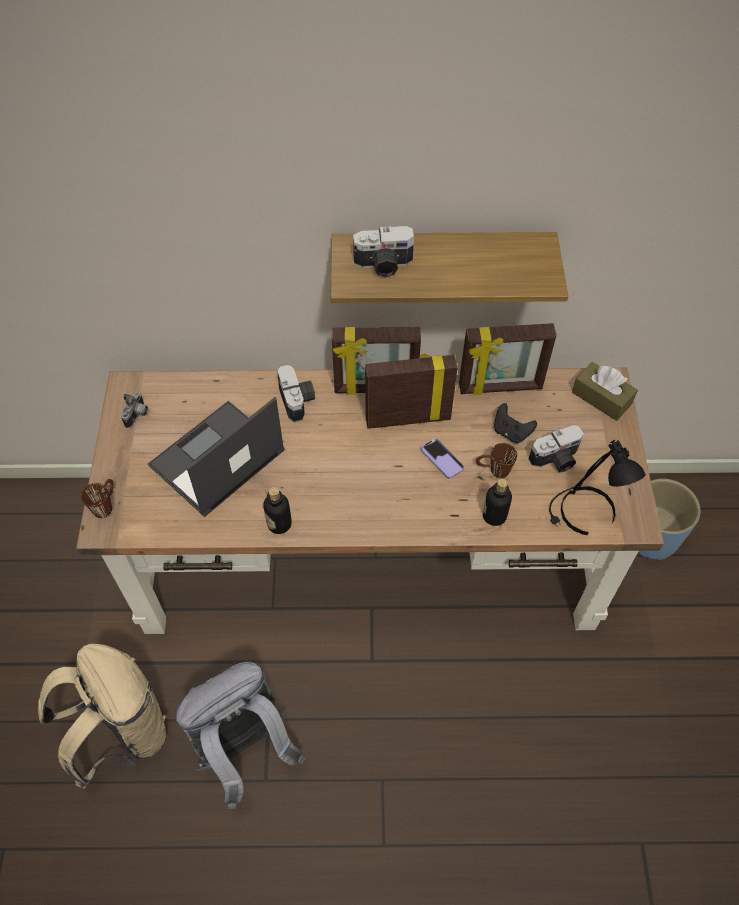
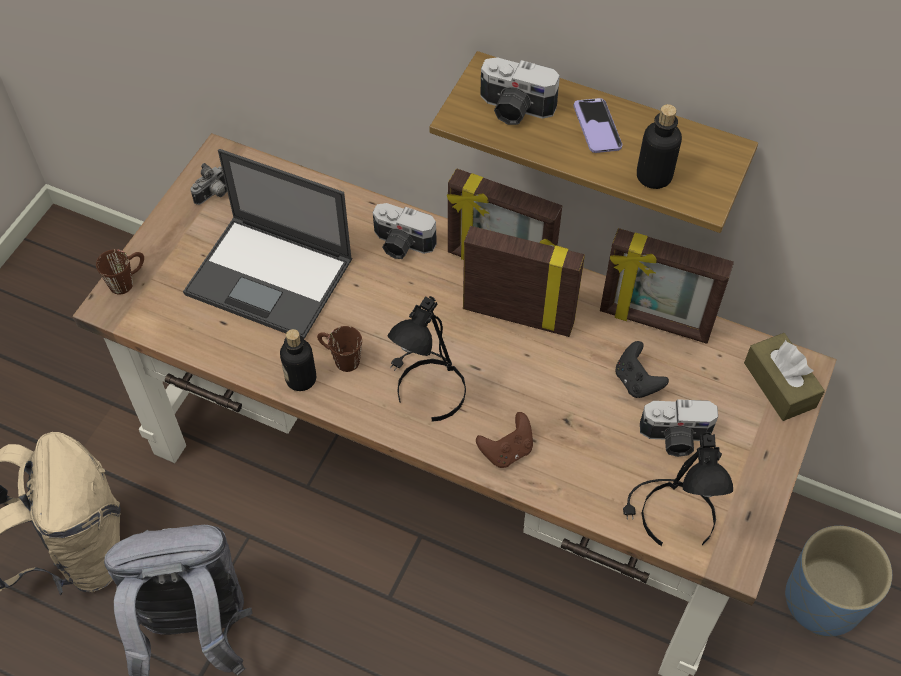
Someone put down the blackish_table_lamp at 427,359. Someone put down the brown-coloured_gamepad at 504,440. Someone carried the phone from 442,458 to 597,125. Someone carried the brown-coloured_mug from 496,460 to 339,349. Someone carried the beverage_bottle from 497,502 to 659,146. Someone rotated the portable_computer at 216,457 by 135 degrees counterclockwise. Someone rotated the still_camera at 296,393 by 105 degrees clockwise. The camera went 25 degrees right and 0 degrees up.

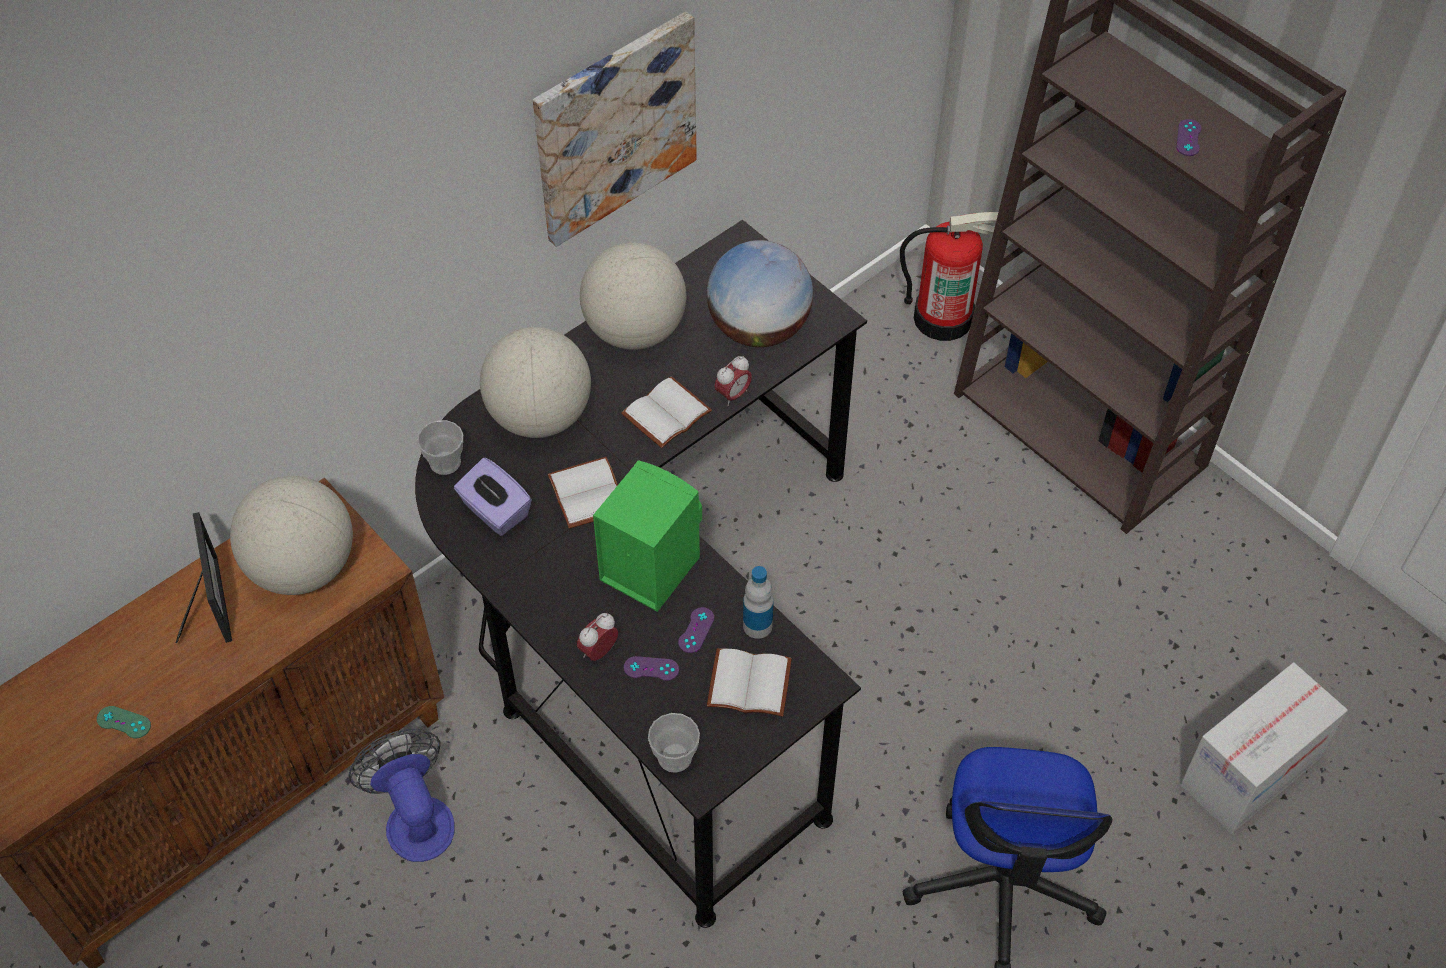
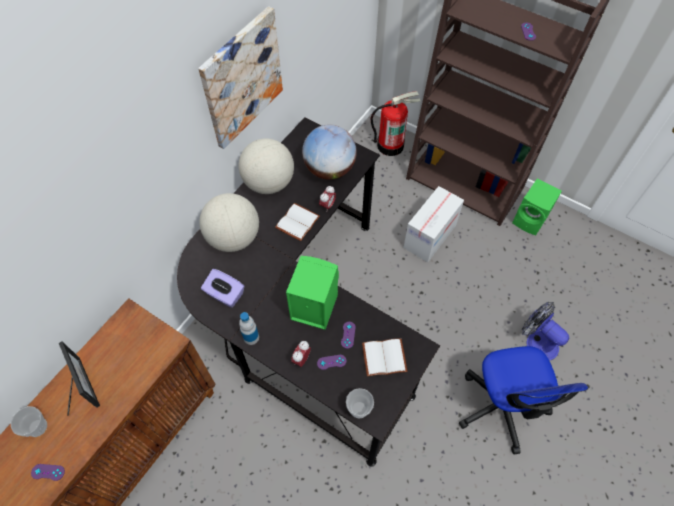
Someone took away the globe at 291,535. Someone took away the white-coloured_book at 583,493. Someone put down the green_loudspeaker at 537,207. Someone carried the fan from 401,795 to 545,331. Someone carried the small_cup from 440,447 to 29,421. Someone carried the beverage_bottle from 758,602 to 249,328. Someone carried the carton from 1264,748 to 433,224. Someone repainted the green_gamepad at 124,722, which became the purple_gamepad at 48,472. The camera went 15 degrees left and 5 degrees up.

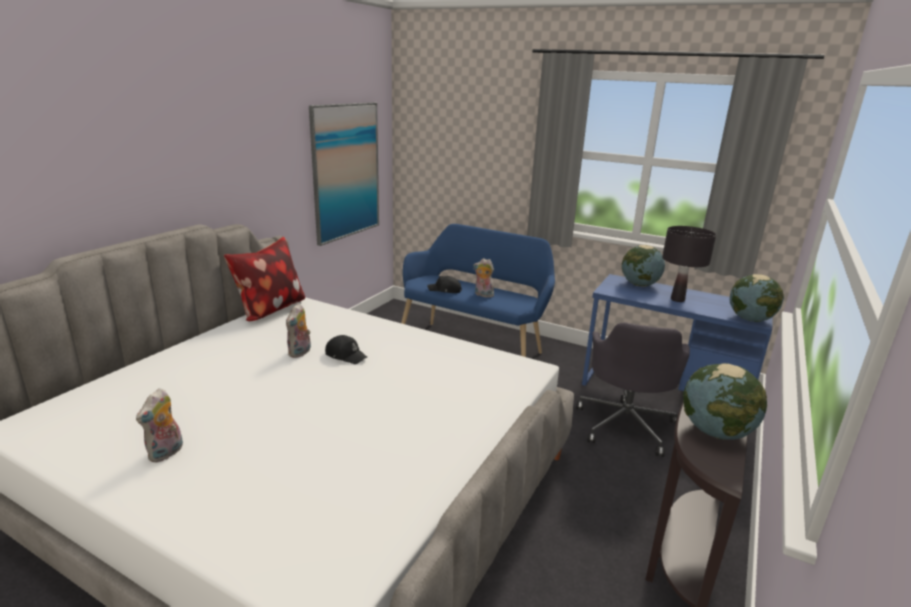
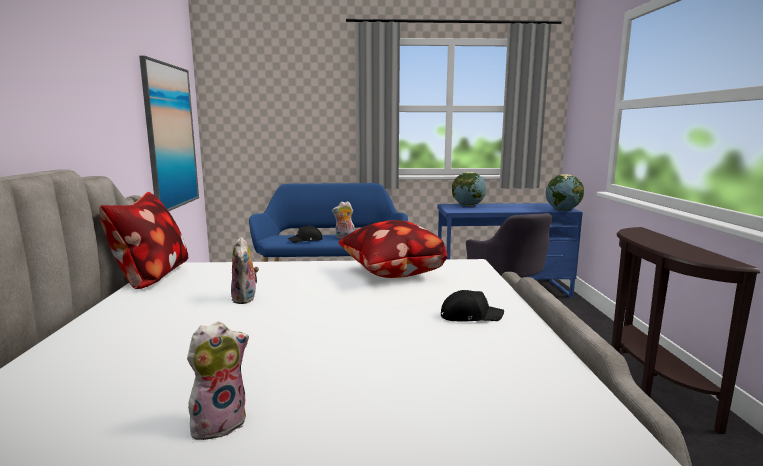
Someone took away the blackish_table_lamp at 689,264. Someone took away the globe at 725,401. Someone put down the cushion at 392,249. Someone carried the blackish_cap from 346,349 to 472,305. Someone rotated the soft_toy at 159,425 by 120 degrees counterclockwise. The camera went 30 degrees left and 10 degrees down.

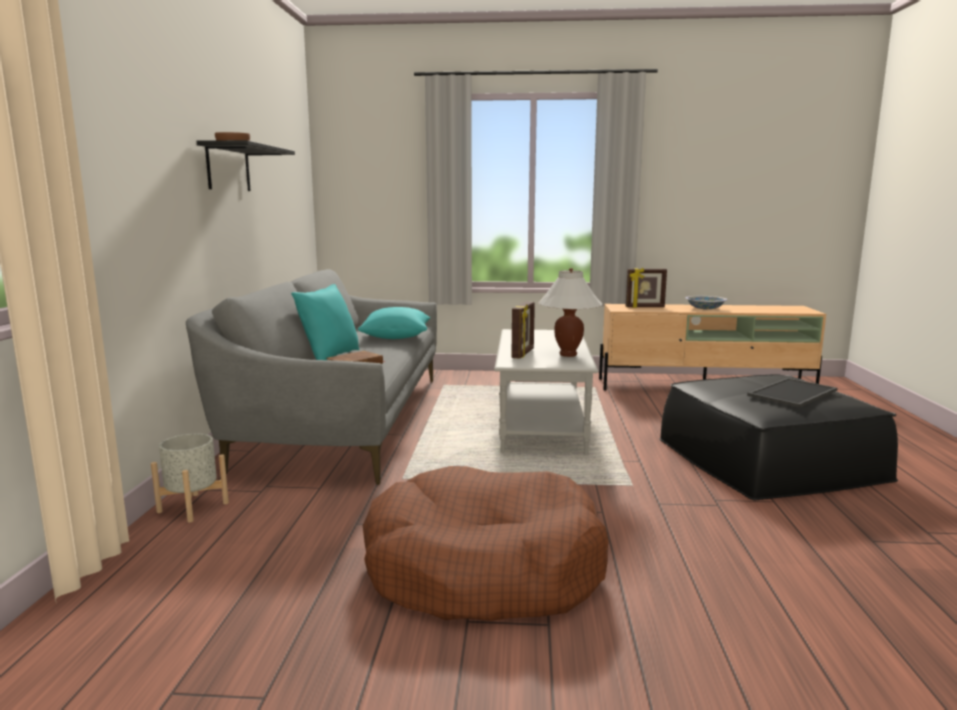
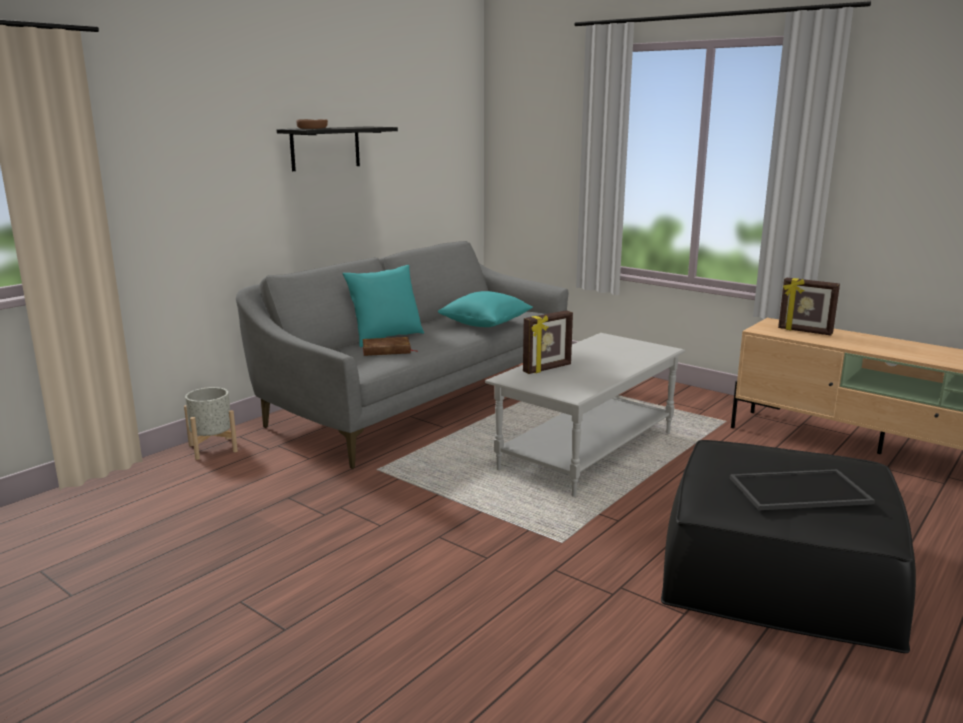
Someone took away the brown-coloured_dog_cushion at 486,543. Someone took away the white-coloured_table_lamp at 570,312. Someone took away the bowl at 706,303. The camera went 35 degrees right and 5 degrees up.

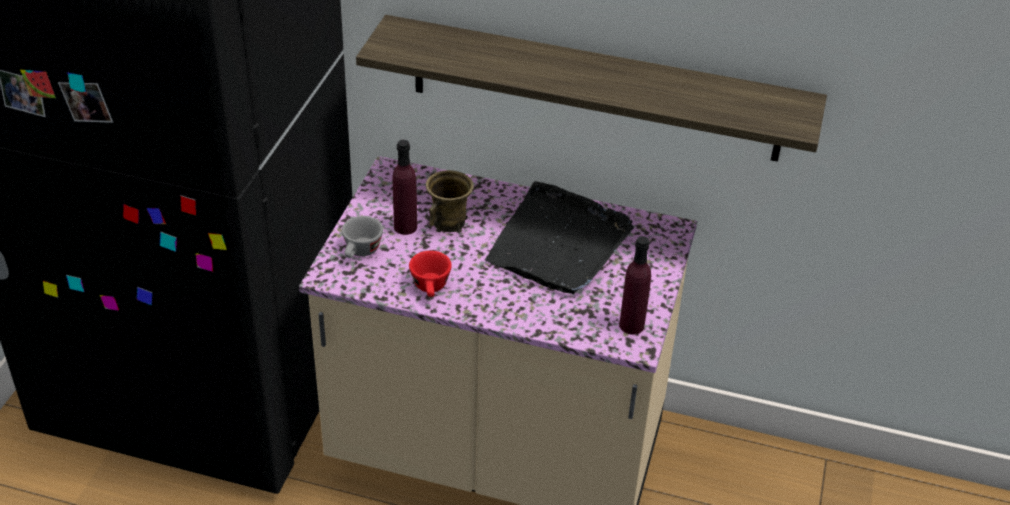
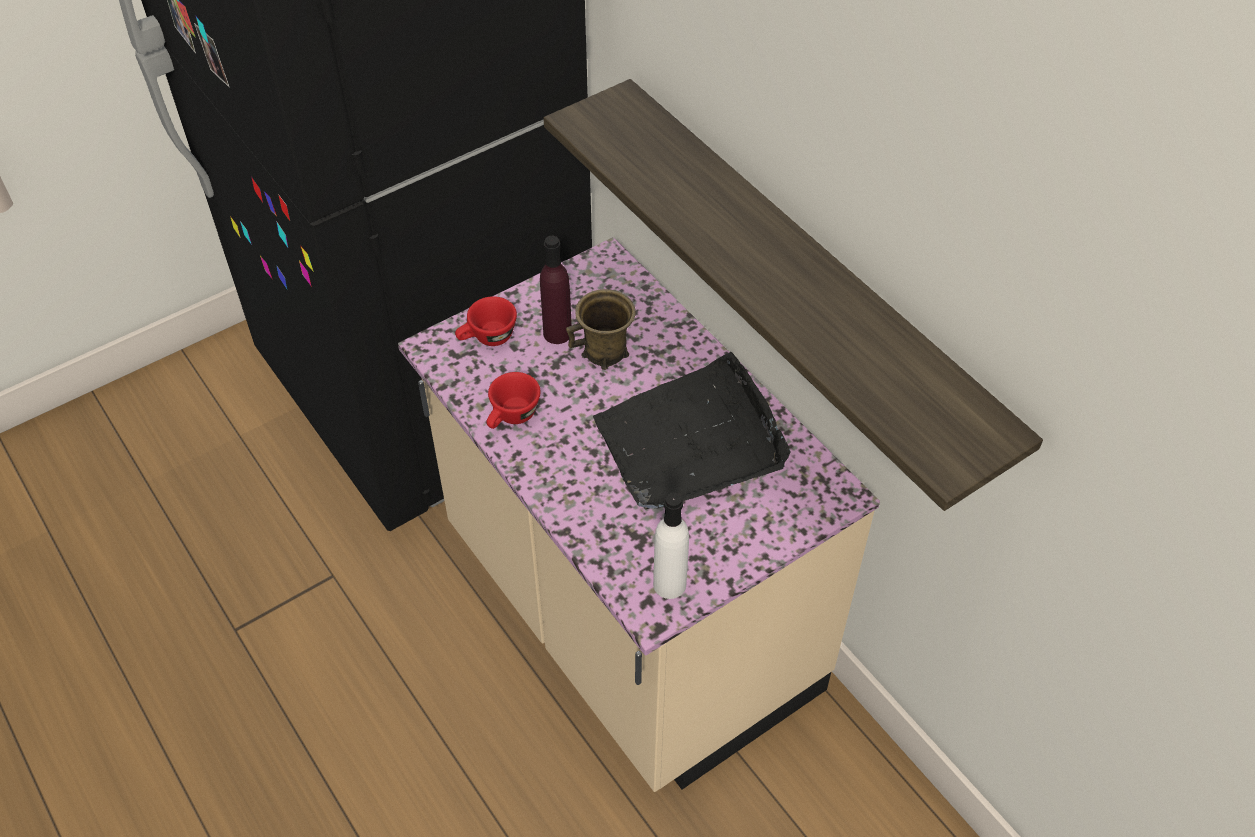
Someone repainted the grey_small_cup at 362,237, which became the red-coloured_small_cup at 486,321. Someone repainted the purple_beverage_bottle at 635,285, which became the white-coloured_beverage_bottle at 671,545. The camera went 40 degrees right and 10 degrees up.

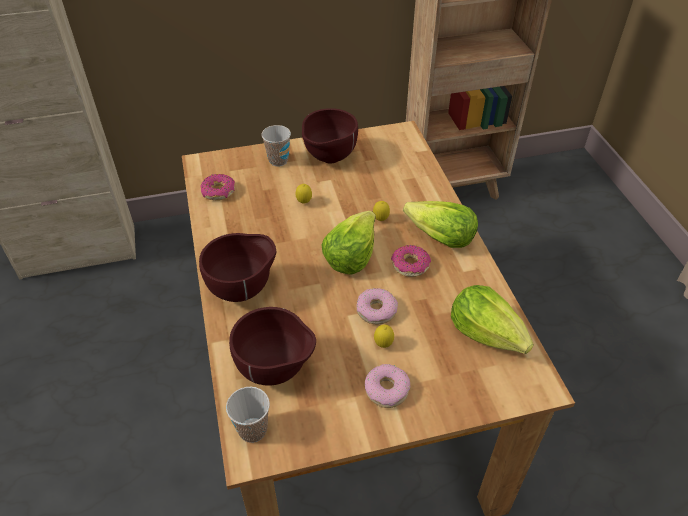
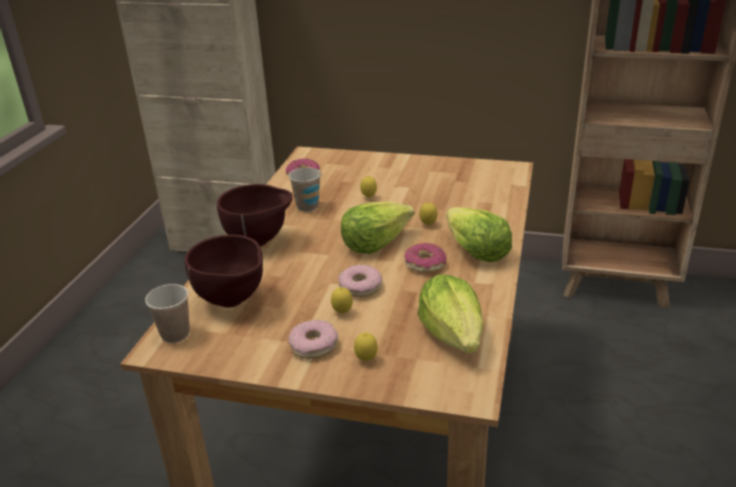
Someone took away the brown-coloured_bowl at 330,136. Someone put down the whole_lemon at 366,347. Someone carried the small_cup from 276,146 to 305,189. The camera went 30 degrees right and 15 degrees down.

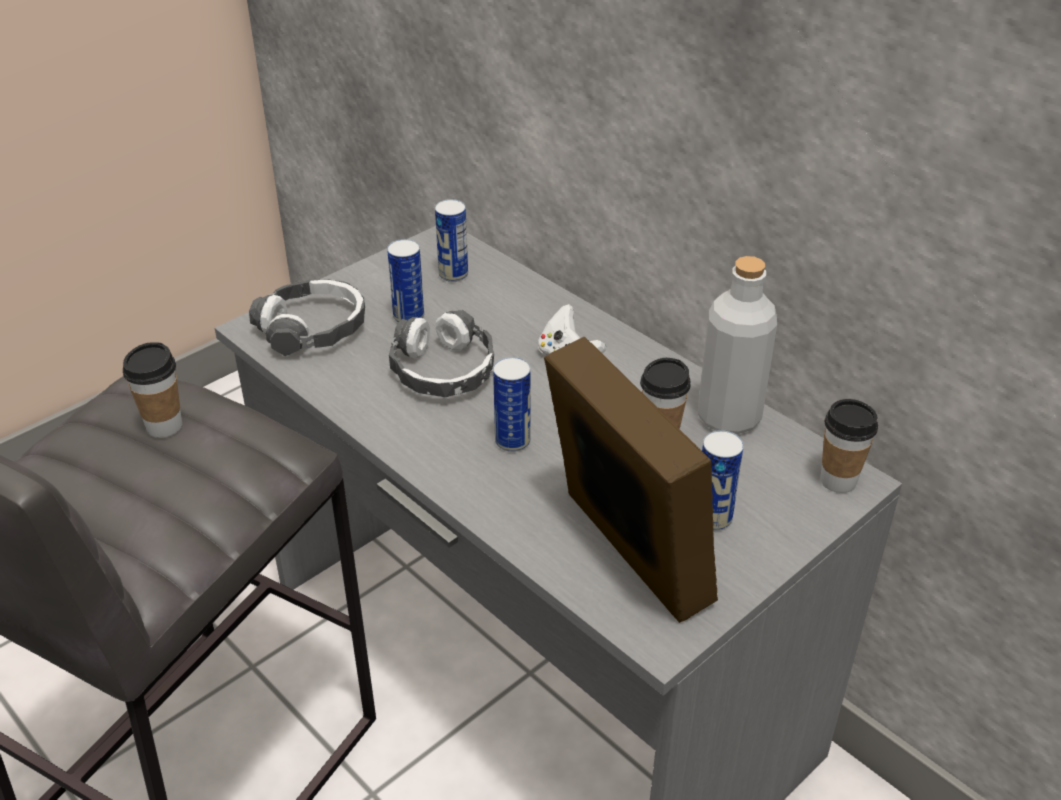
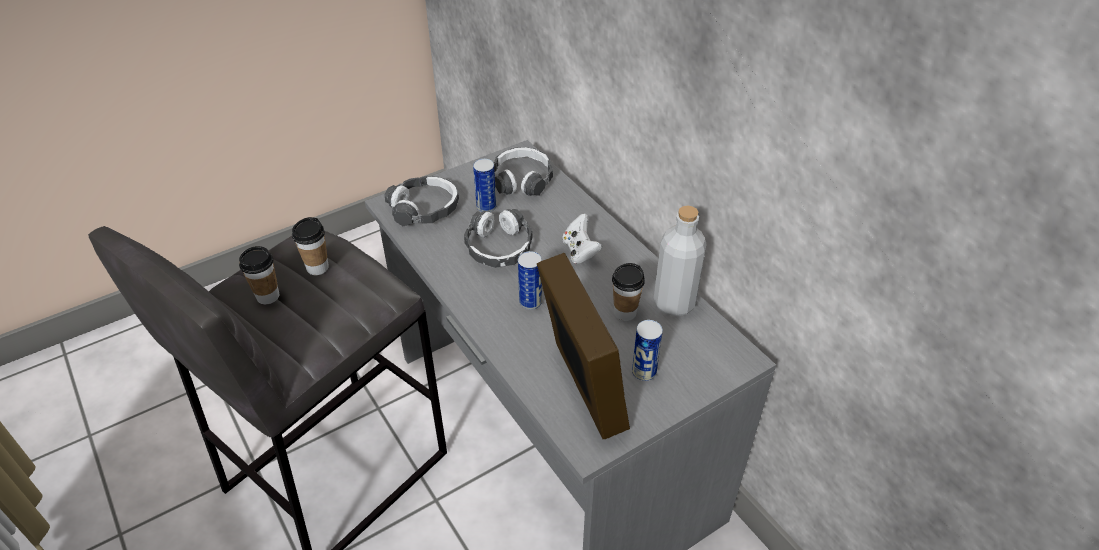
Someone carried the small_cup from 849,446 to 259,275. Someone swapped the sealed_can at 451,240 for the headset at 523,171. The camera went 10 degrees right and 5 degrees up.

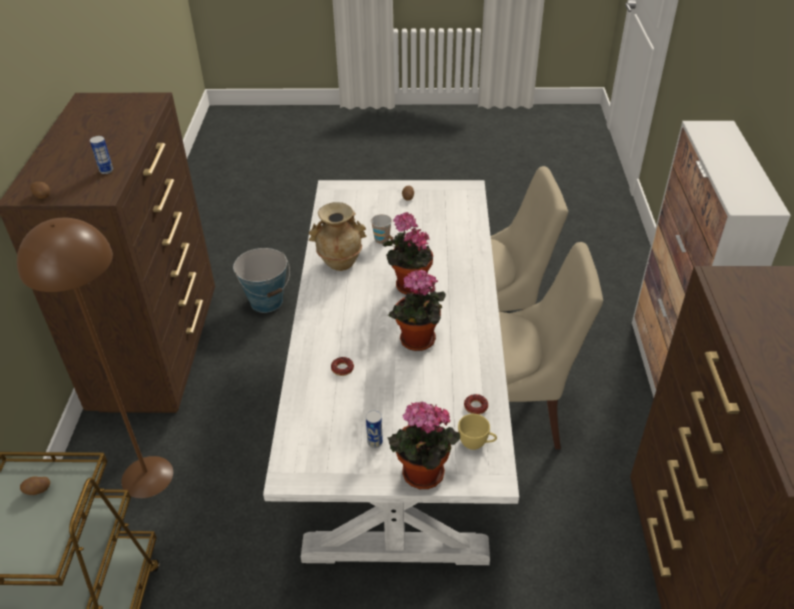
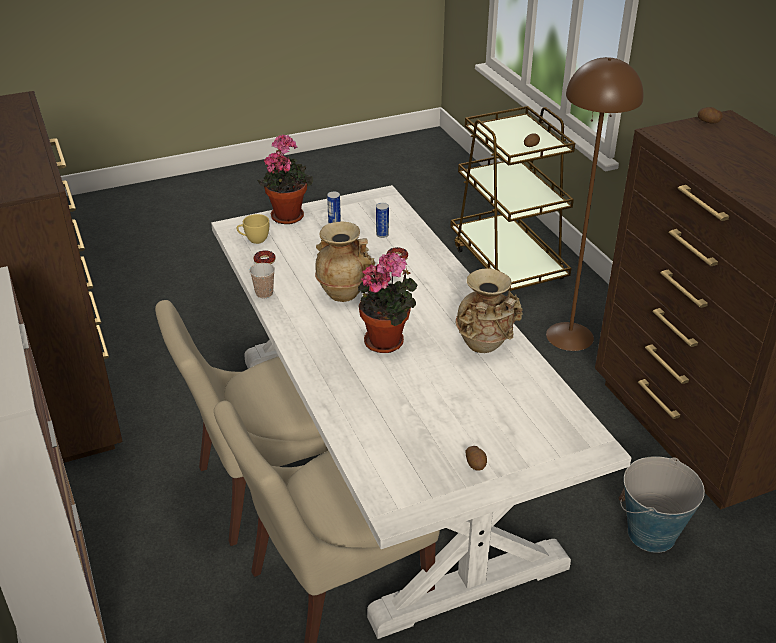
Someone carried the sealed_can from 101,155 to 382,220. Someone carried the small_cup from 381,229 to 262,280. Someone swapped the potted_plant at 417,310 for the sand-coloured_vase at 345,261. The camera went 155 degrees right and 5 degrees down.

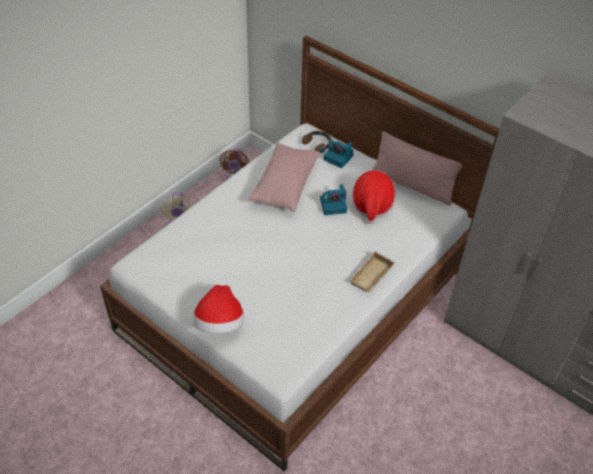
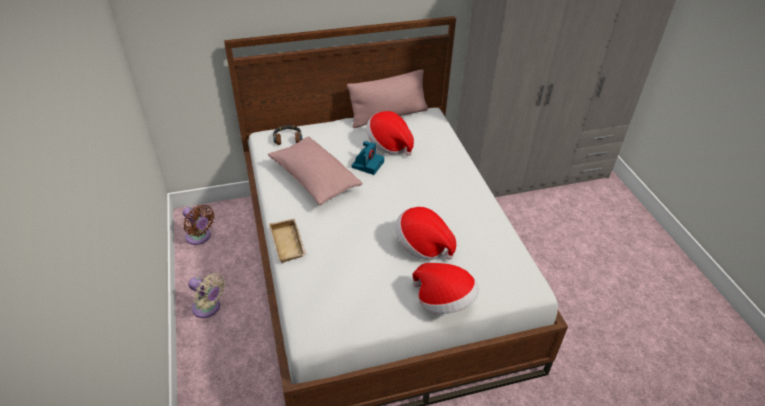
Someone took away the still_camera at 339,154. Someone put down the wearable_hat at 426,234. Someone carried the sand-coloured_tray from 372,272 to 288,241. The camera went 55 degrees left and 5 degrees down.

